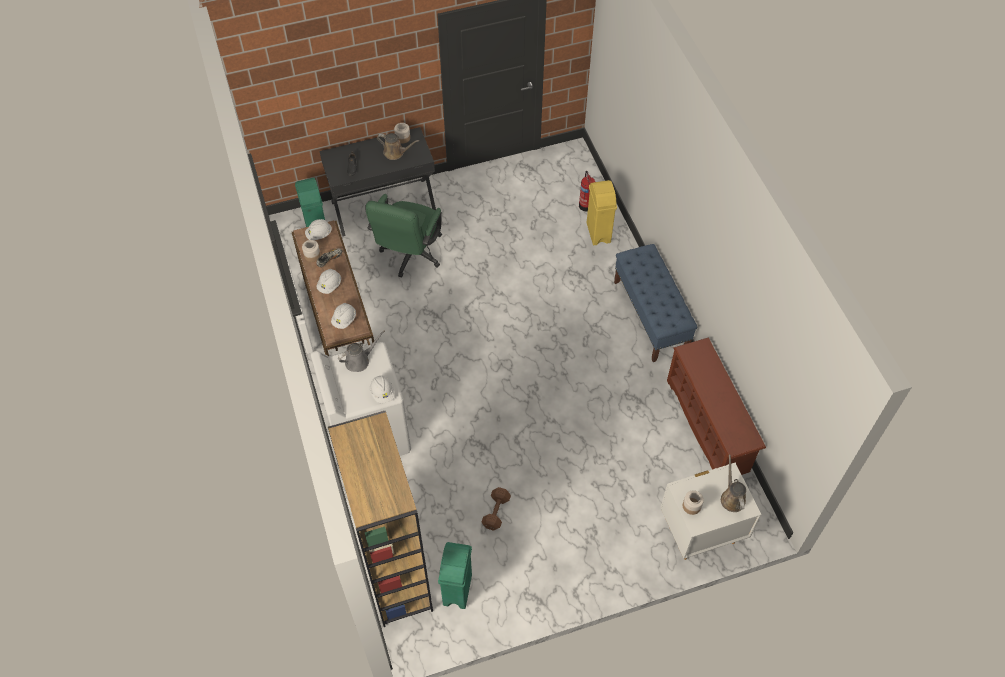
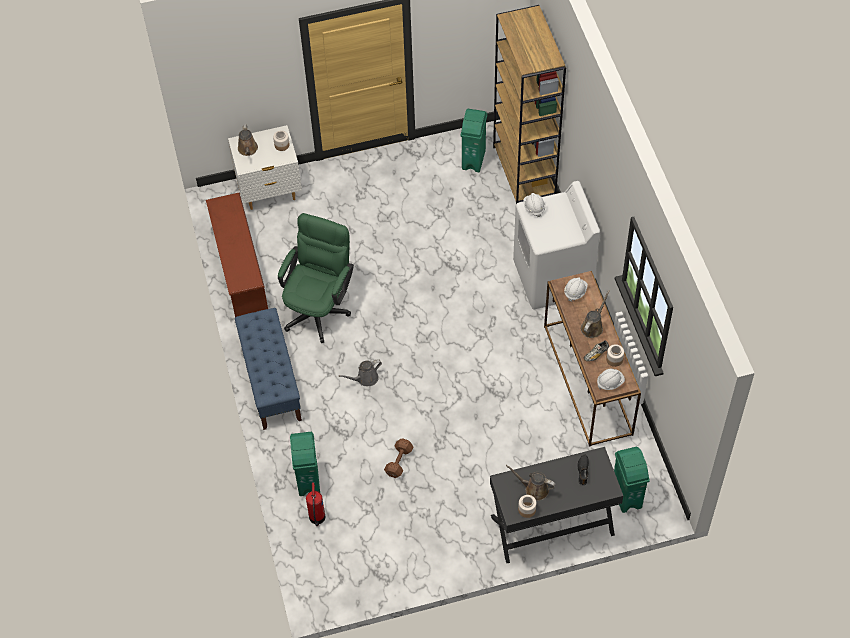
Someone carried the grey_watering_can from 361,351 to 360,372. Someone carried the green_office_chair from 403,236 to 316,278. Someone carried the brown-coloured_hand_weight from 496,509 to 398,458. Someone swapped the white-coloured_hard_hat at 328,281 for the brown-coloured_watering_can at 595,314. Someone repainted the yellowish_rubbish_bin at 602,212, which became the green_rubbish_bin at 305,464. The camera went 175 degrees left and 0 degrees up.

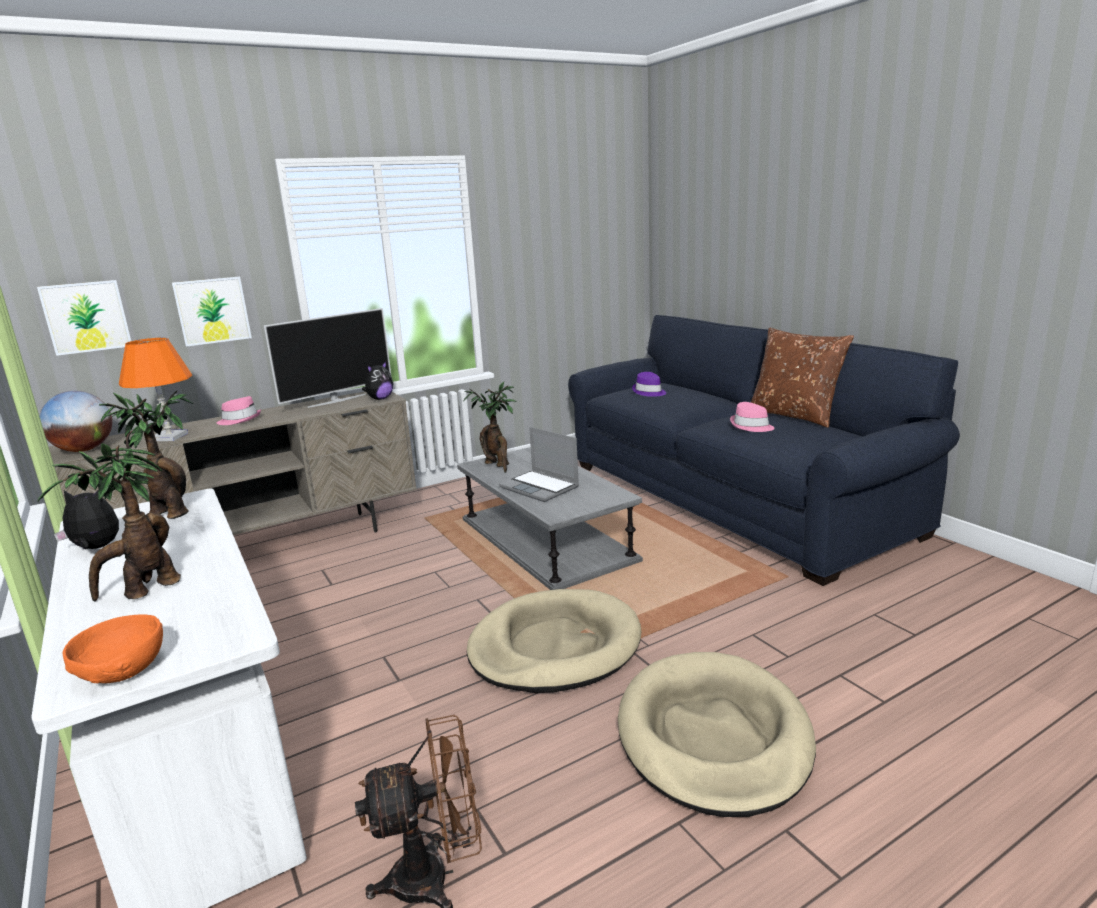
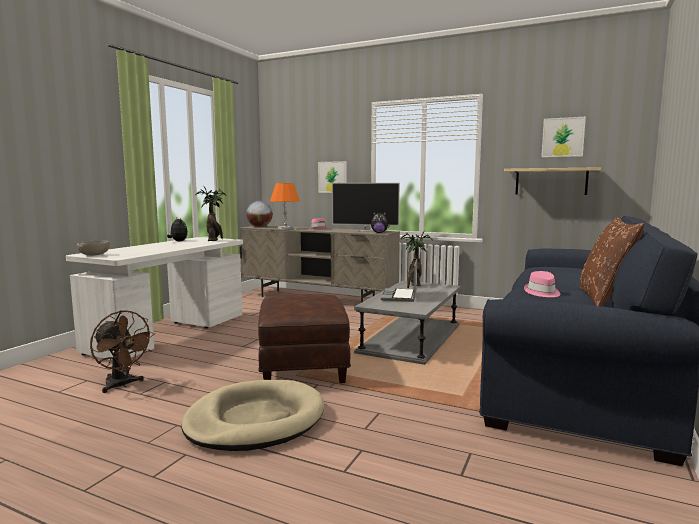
Someone took away the potted_plant at 109,516. Someone took away the purple_wearable_hat at 649,384. Someone put up the sand-coloured_shelf at 552,181. Someone carried the picture from 84,318 to 563,137. Someone swapped the sand-coloured_dog_cushion at 554,641 for the brown-coloured_pouffe at 304,338. Someone repainted the orangey_bowl at 113,648, which became the grey_bowl at 93,248. The camera went 55 degrees right and 10 degrees down.

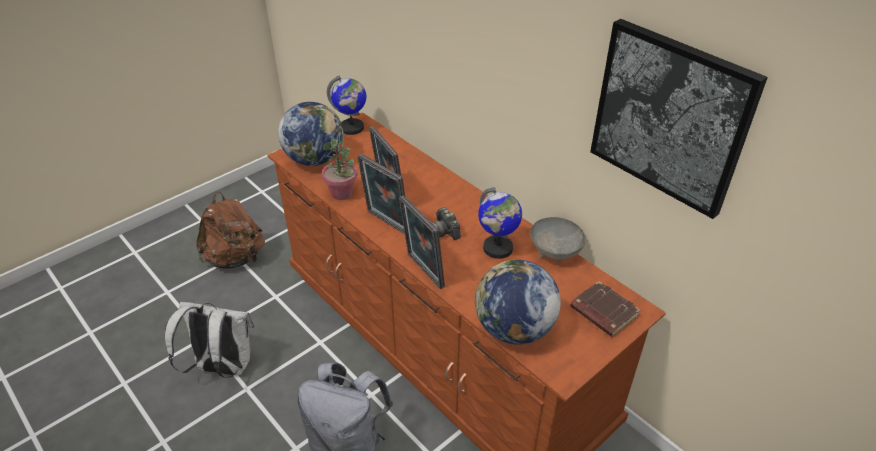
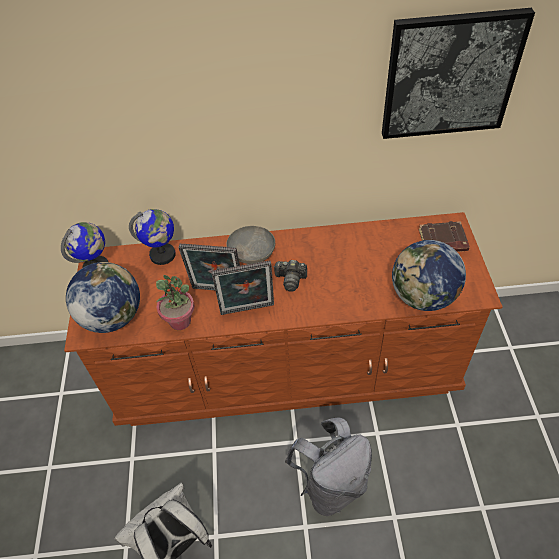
Someone took away the brown-coloured_knapsack at 230,230. Someone took away the photo_frame at 422,242. Someone carried the globe from 500,223 to 152,237. Someone carried the grey_bowl from 557,240 to 250,245. The camera went 50 degrees left and 10 degrees up.

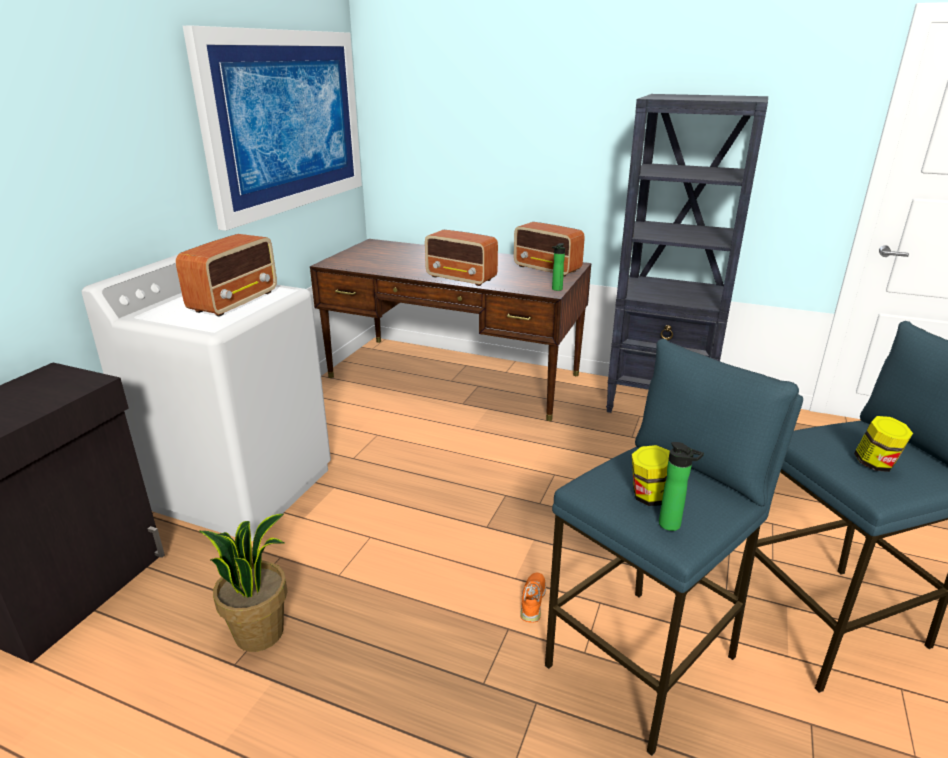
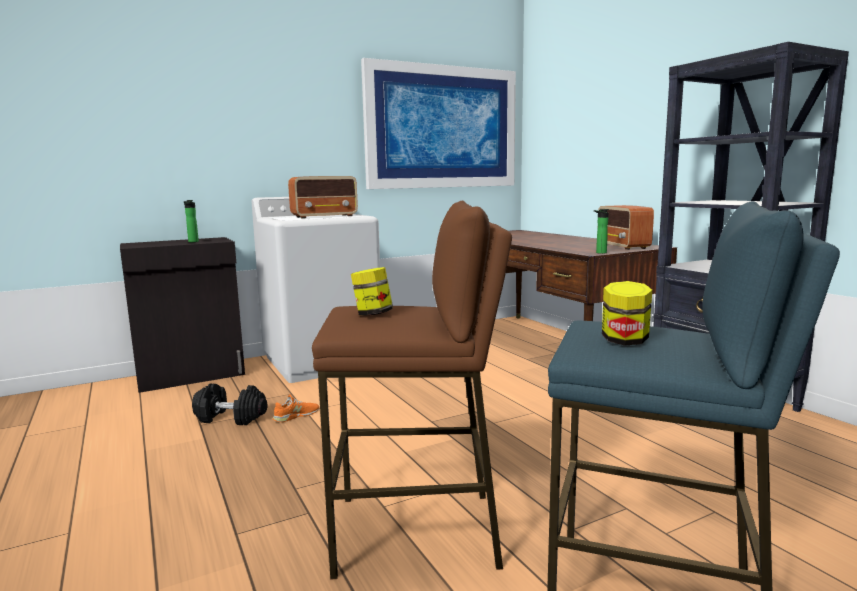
Someone took away the radio_set at 461,258. Someone carried the orangey_shoe from 533,597 to 296,408. Someone carried the beverage_bottle from 681,486 to 191,221. Someone swapped the potted_plant at 243,583 for the blackish_hand_weight at 230,404. Someone repainted the blue_stool at 674,547, which became the brown-coloured_stool at 412,389. The camera went 40 degrees right and 15 degrees down.

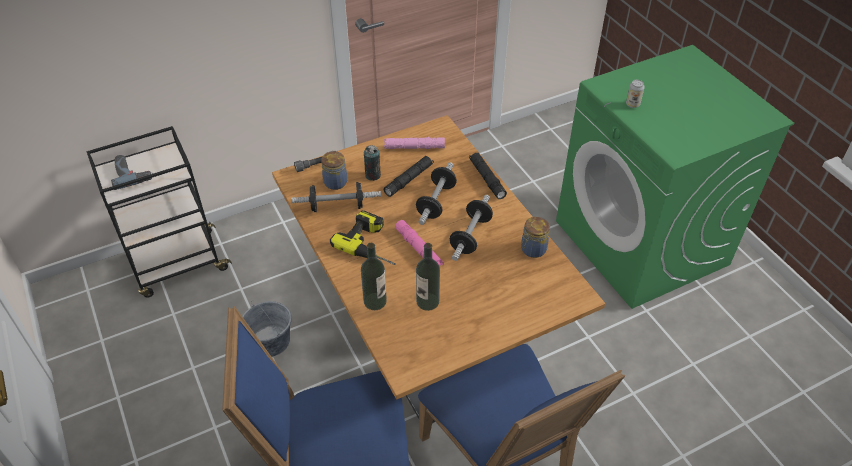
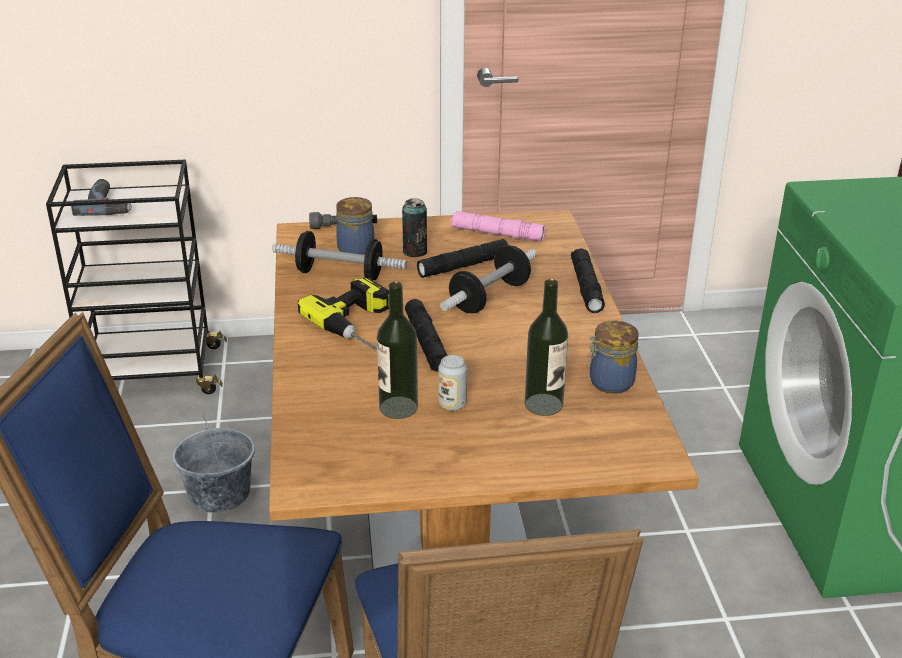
Someone took away the hand_weight at 471,228. Someone carried the beverage_bottle from 374,276 to 546,347. Someone carried the sealed_can from 635,94 to 452,383. Someone repainted the pink_hand_torch at 419,243, which became the blackish_hand_torch at 426,335. The camera went 20 degrees right and 15 degrees down.

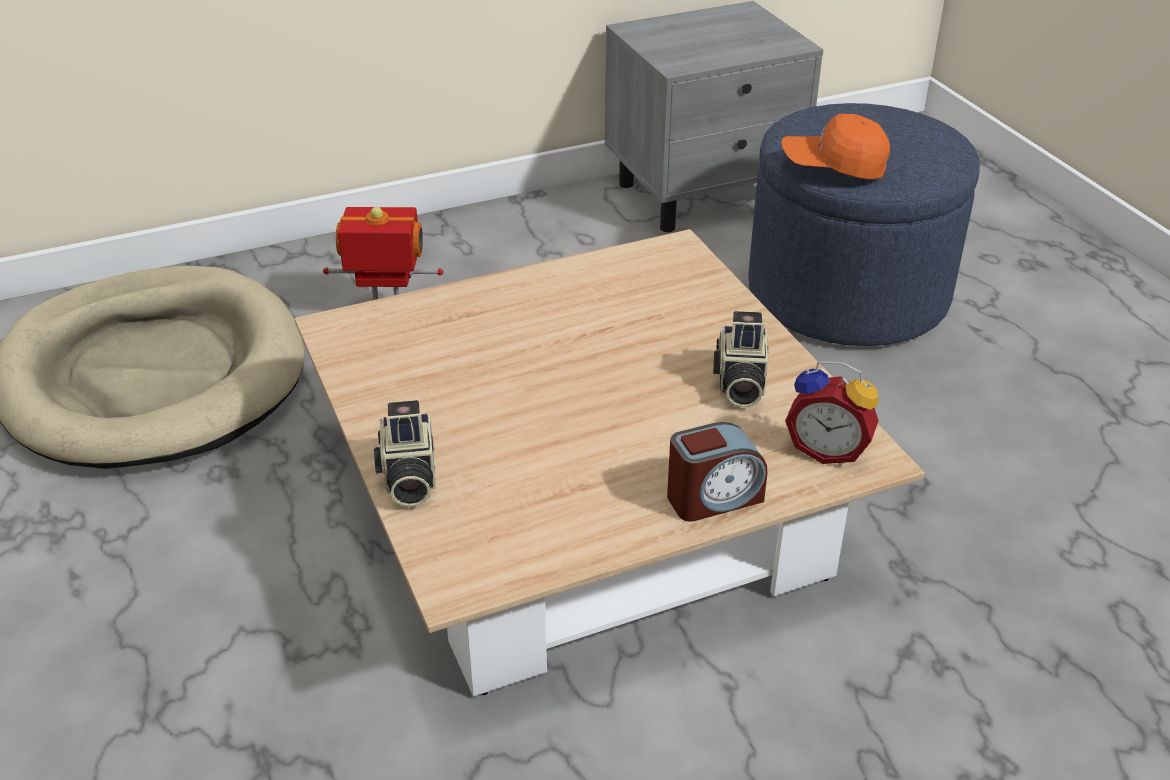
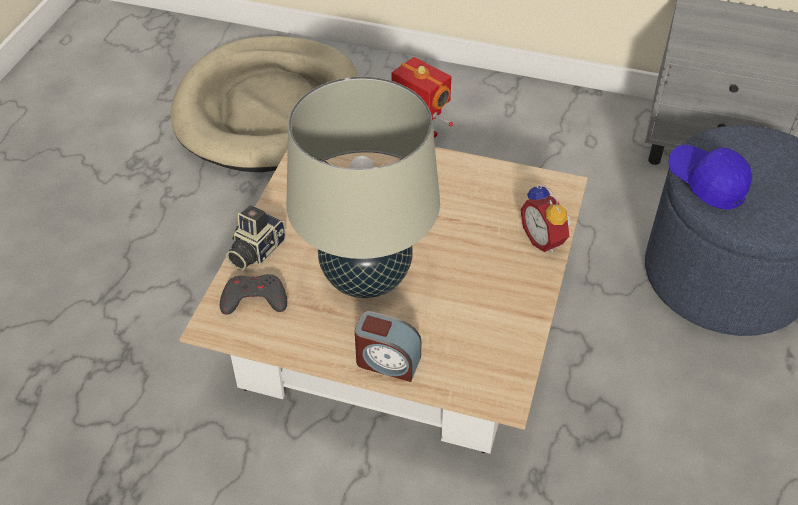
Someone took away the still_camera at 740,359. Someone put down the grey_gamepad at 253,294. Someone put down the sand-coloured_table_lamp at 363,187. Someone carried the bedside_clock from 831,412 to 546,218. Someone repainted the orangey_cap at 835,146, which became the blue_cap at 710,177. The camera went 40 degrees right and 10 degrees up.

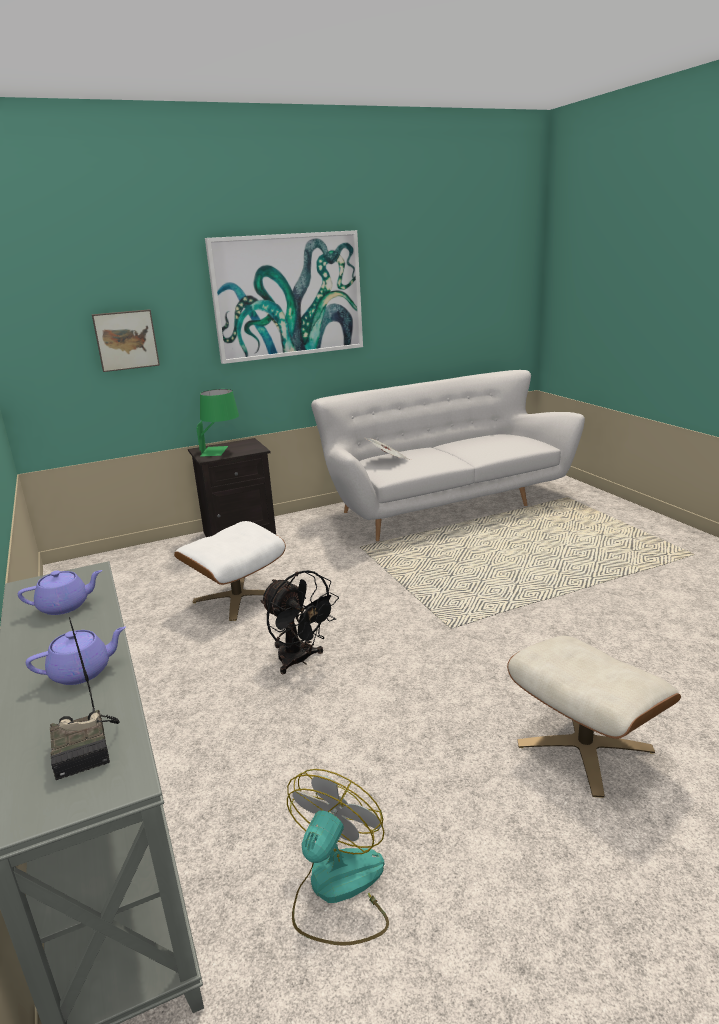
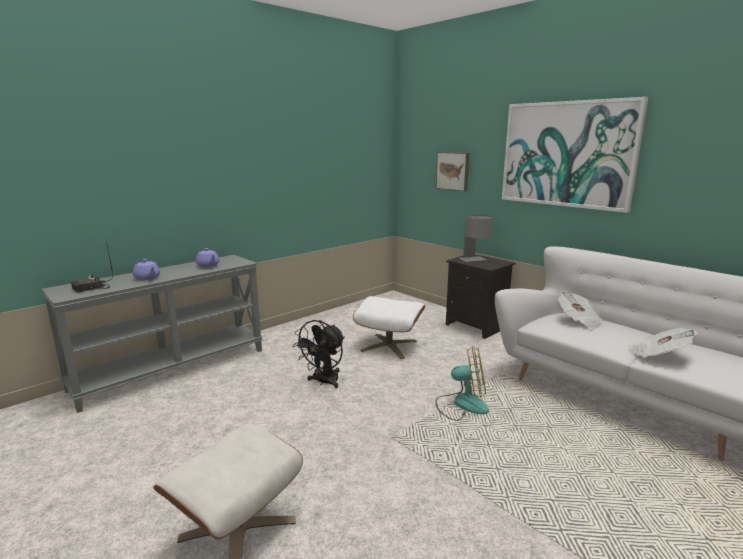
Someone put down the printed_paper at 663,343. Someone carried the fan from 338,857 to 462,383. Someone repainted the green_table_lamp at 217,423, which became the grey_table_lamp at 476,238. The camera went 70 degrees right and 5 degrees down.

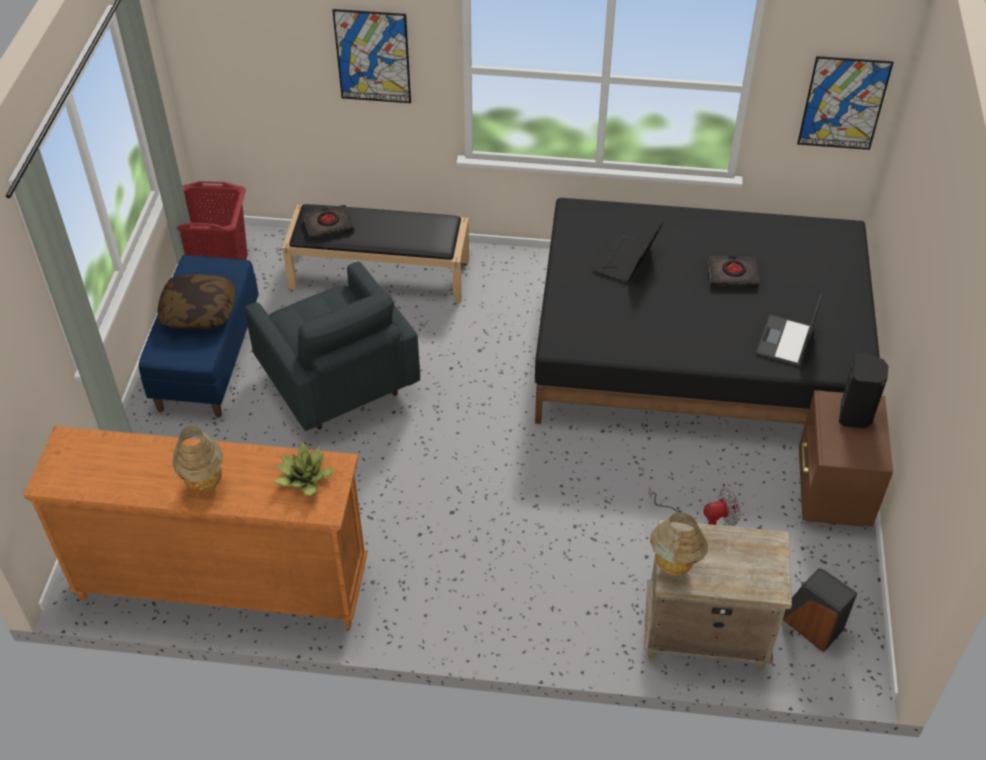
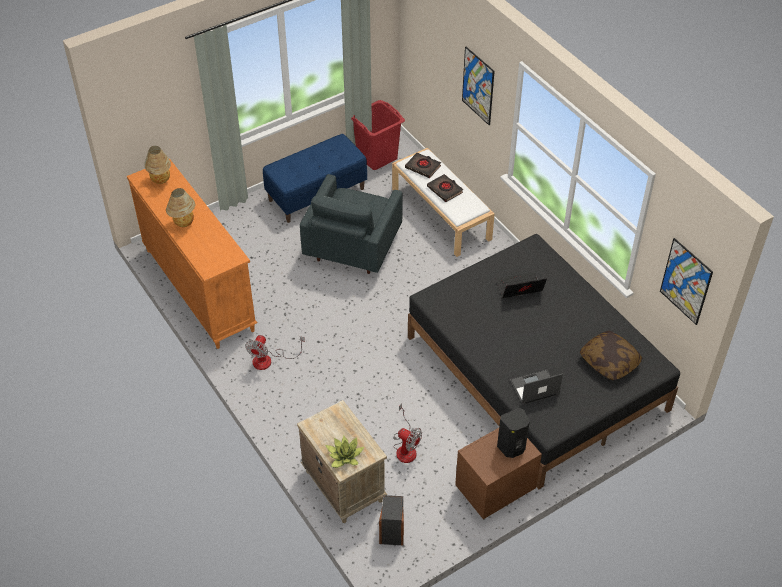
Someone put down the fan at 275,352. Someone carried the cushion from 196,302 to 611,356. Someone carried the potted_plant from 304,468 to 344,452. Someone carried the table_lamp from 679,544 to 157,165. Someone carried the blackish_book from 734,271 to 445,188. Someone repainted the blackish_indoor_bench at 375,253, which became the white-coloured_indoor_bench at 443,202. The camera went 50 degrees right and 0 degrees up.

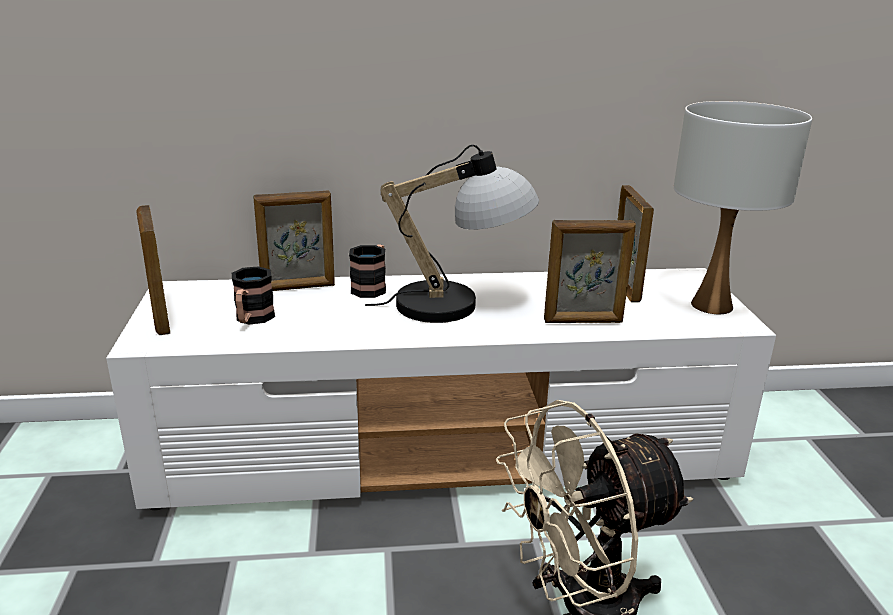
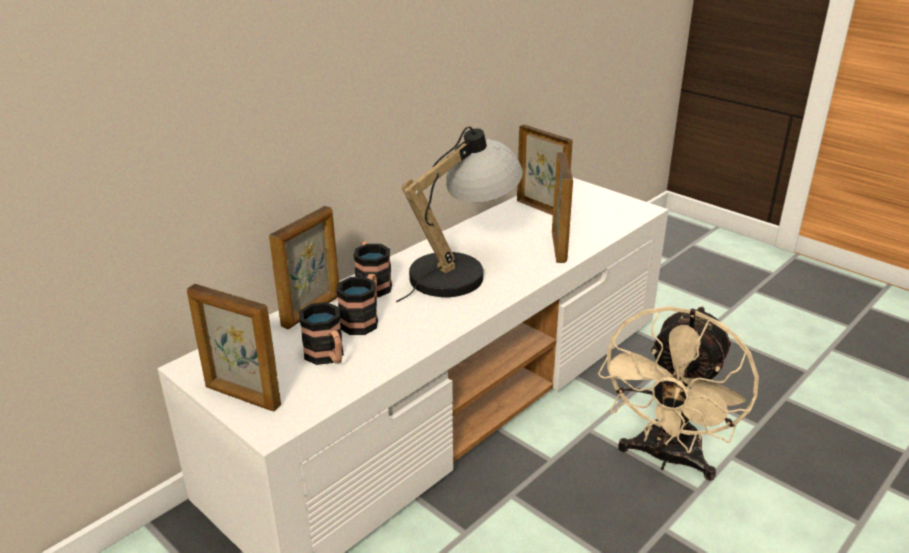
Someone took away the white-coloured_table_lamp at 743,207. Someone put down the mug at 357,304. Someone rotated the photo_frame at 590,271 by 45 degrees counterclockwise. The camera went 40 degrees left and 5 degrees up.

